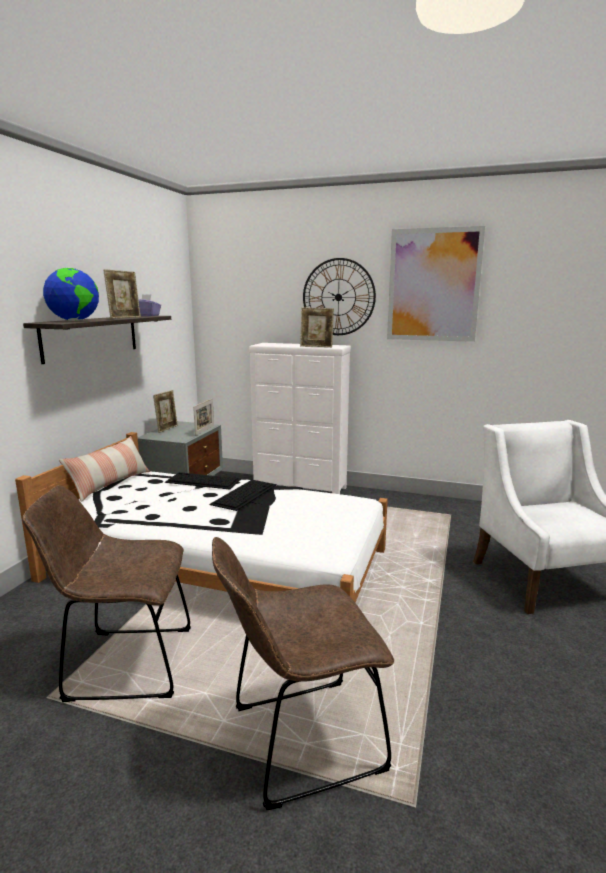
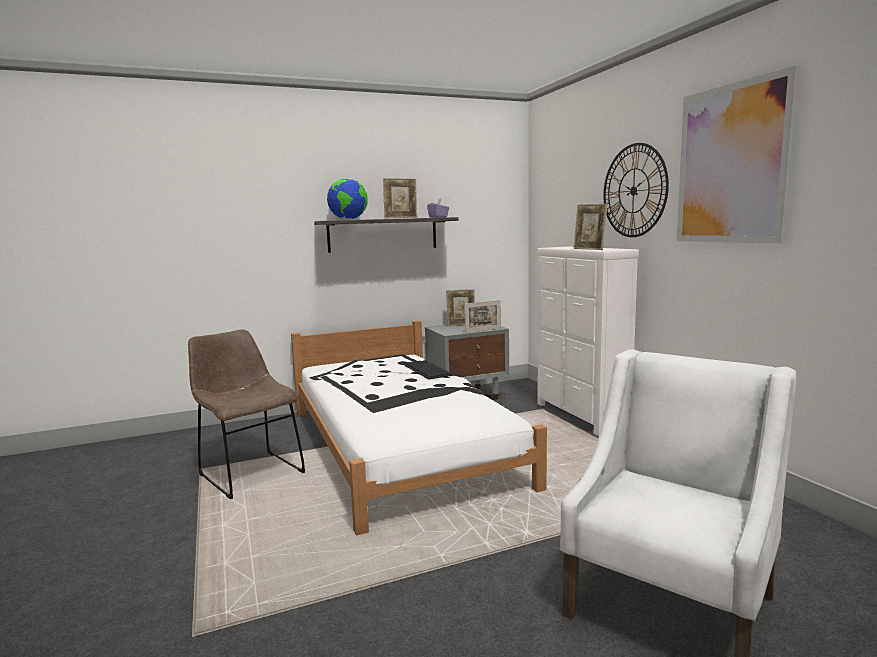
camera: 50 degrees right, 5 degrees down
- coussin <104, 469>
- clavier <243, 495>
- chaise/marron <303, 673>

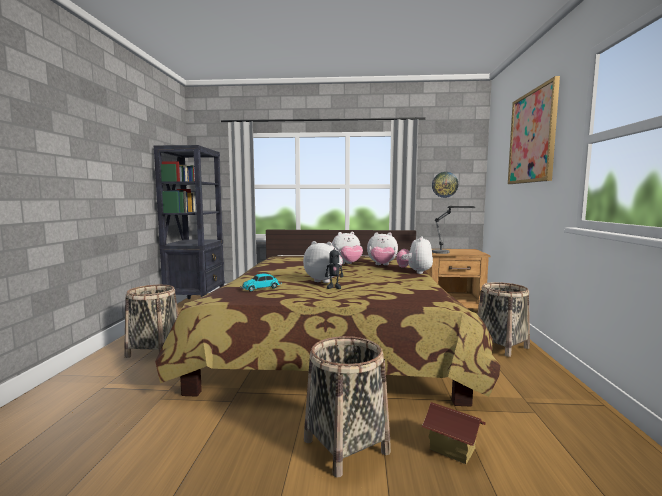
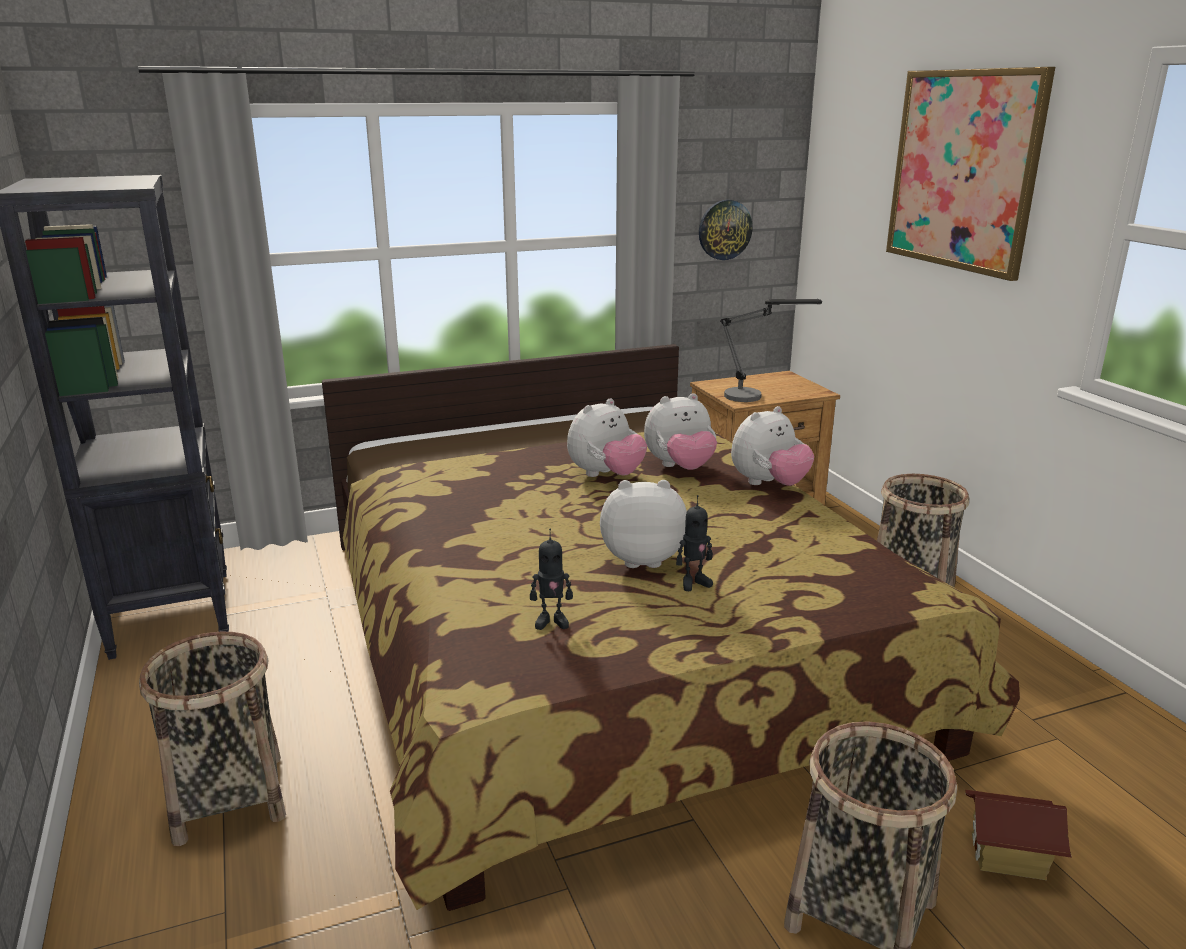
camera: 25 degrees left, 15 degrees up
~ peluche <414, 255> = <772, 446> 120 degrees counterclockwise
~ petite voiture <261, 282> to robot jouet <551, 579>

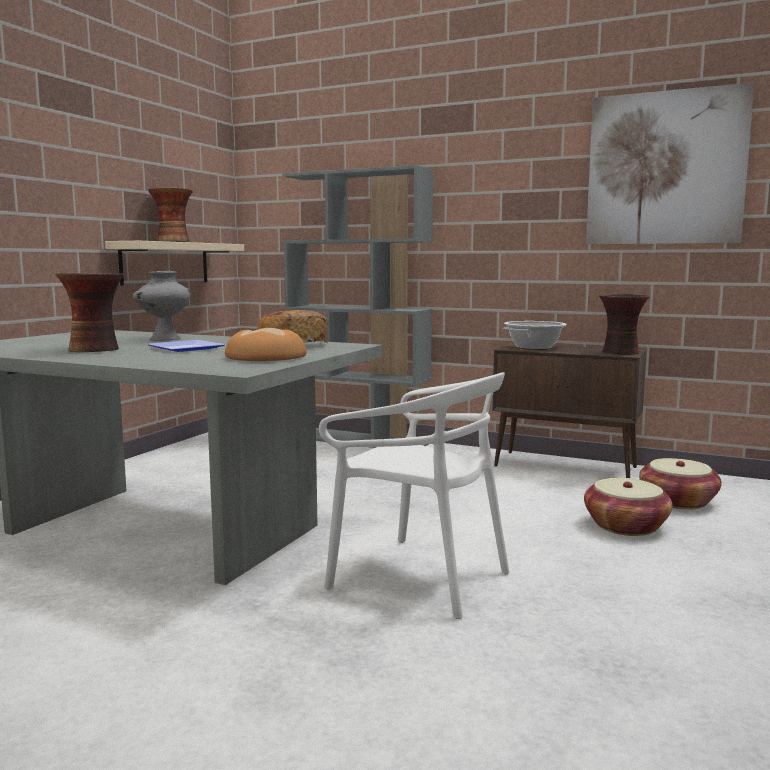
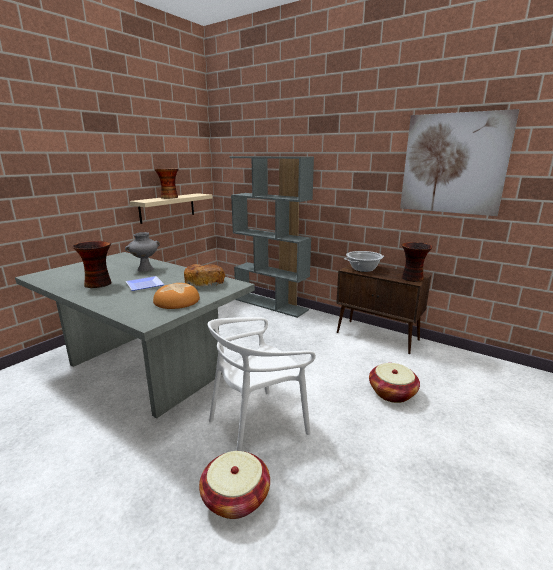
camera: 10 degrees right, 10 degrees up
~ chaise/blanc <414, 495> = <262, 384> 105 degrees clockwise
~ panier <680, 484> to <234, 485>

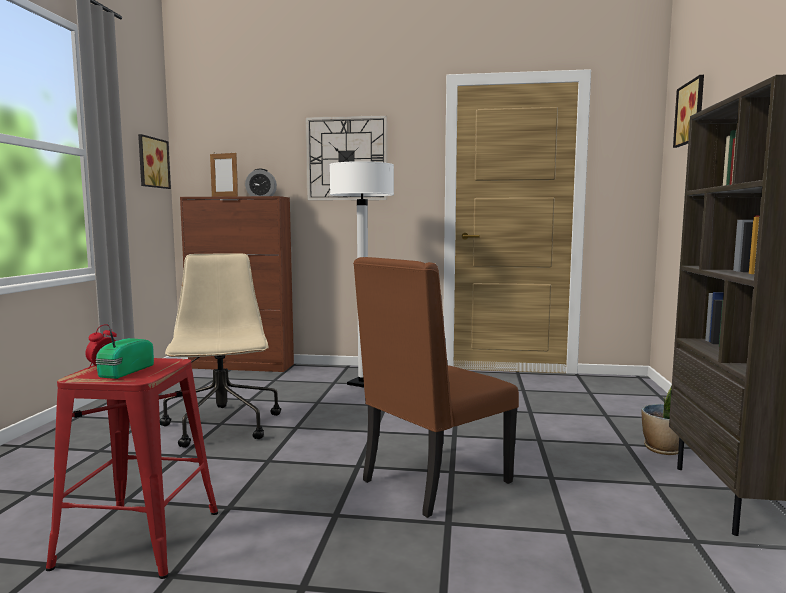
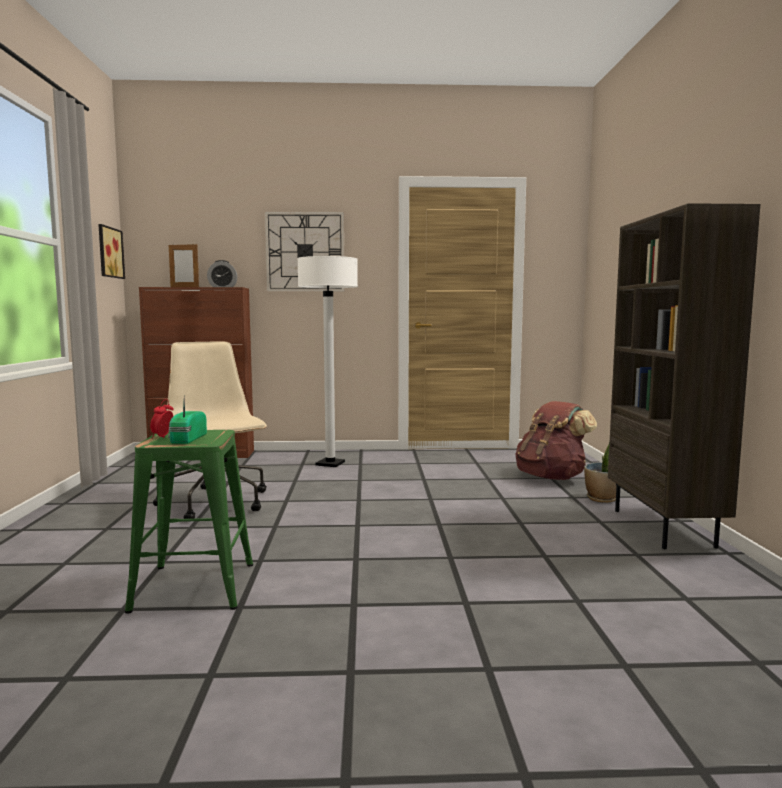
camera: 10 degrees left, 0 degrees up
- tableau <688, 111>
- chaise/marron <436, 387>
~ tabouret/rouge <132, 468> to tabouret/vert <189, 522>
+ sac à dos/marron <556, 440>

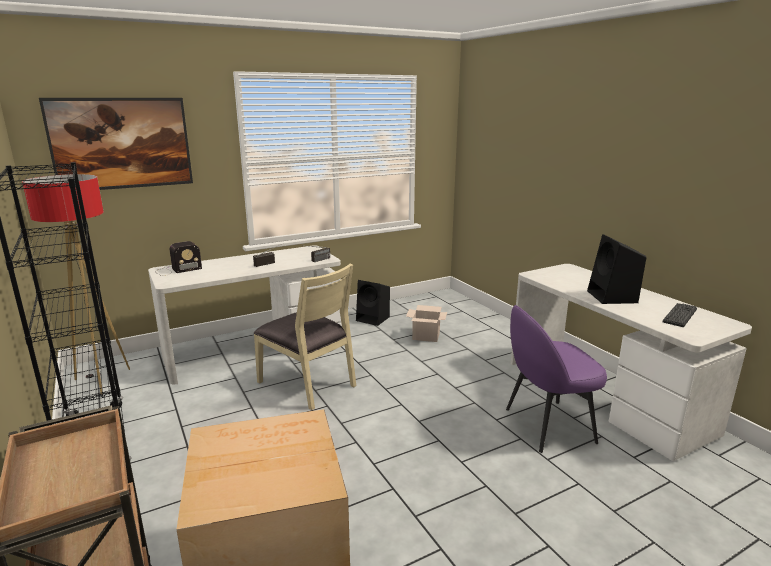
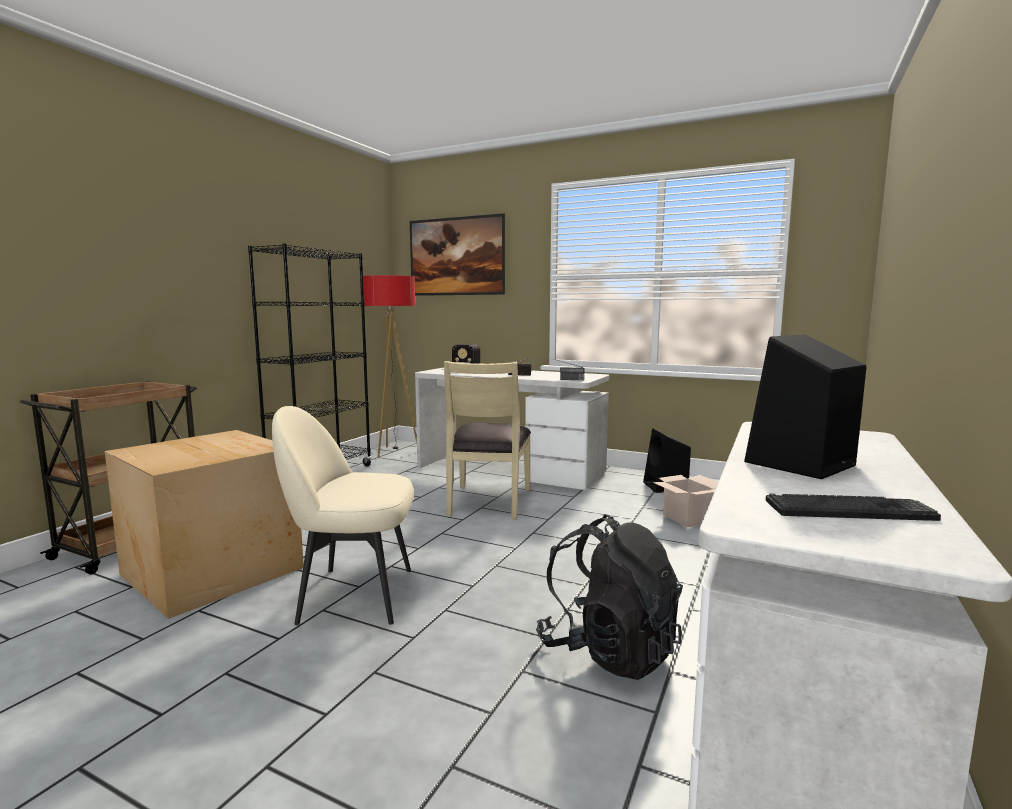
camera: 55 degrees right, 10 degrees down
~ chaise/violet <556, 379> to sac à dos/noir <609, 597>
+ chaise/beige <343, 515>

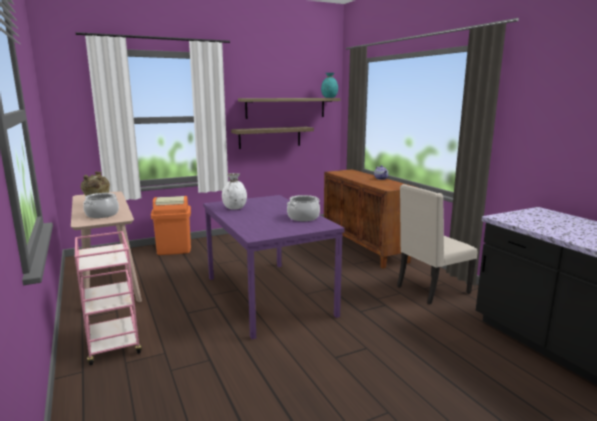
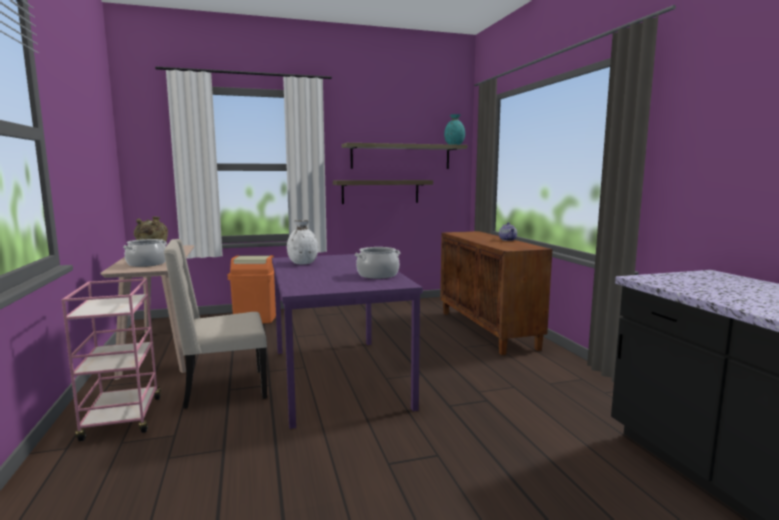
camera: 10 degrees right, 5 degrees down
~ chaise/beige <437, 244> to <215, 324>

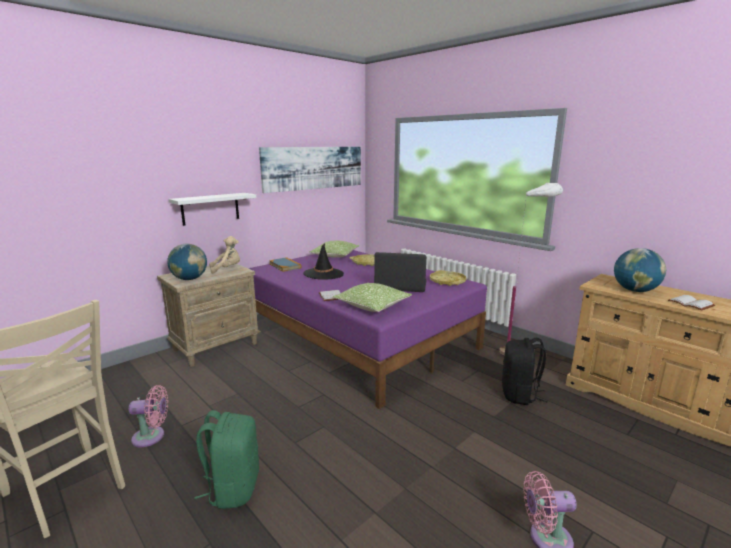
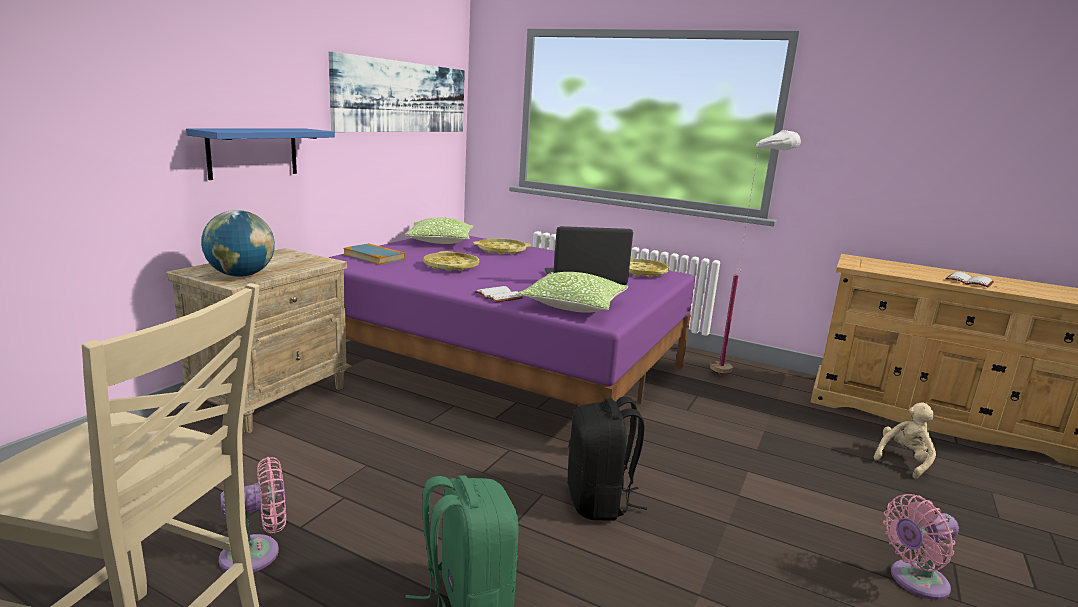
camera: 20 degrees left, 0 degrees up
~ étagère/blanc <212, 209> to étagère/bleu <260, 154>
~ peluche/beige <224, 255> to <905, 440>
~ chapeau/noir <323, 261> to plateau/jaune <451, 261>
- globe <640, 270>
~ sac à dos/noir <525, 371> to <607, 458>

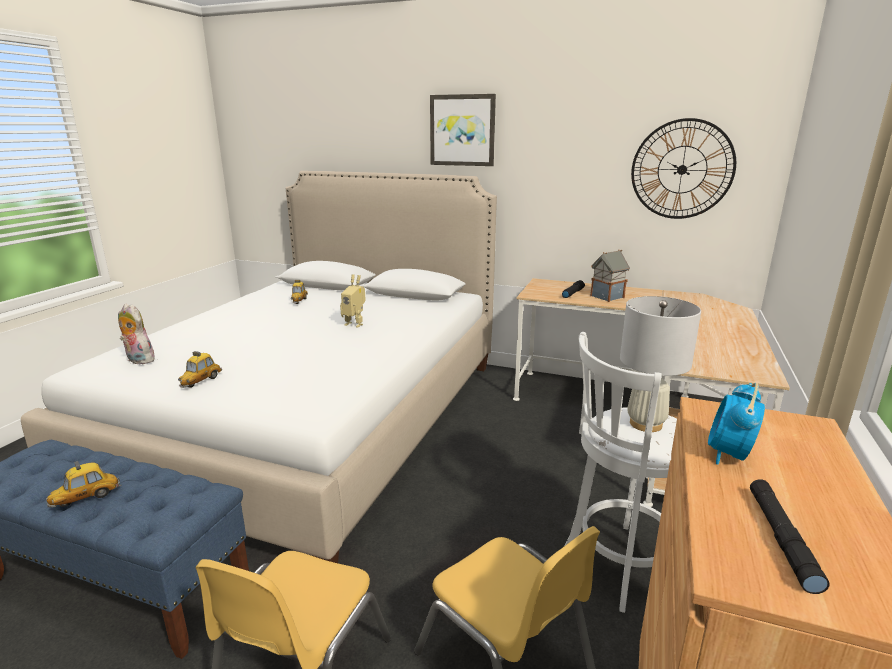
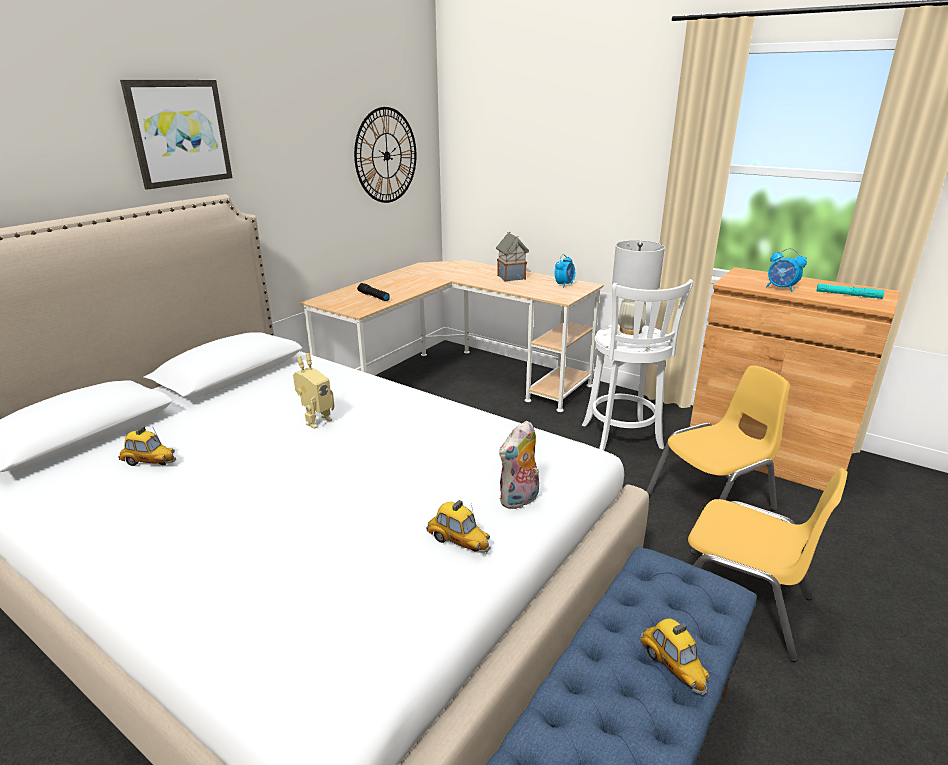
camera: 75 degrees left, 5 degrees up
~ maison miniature <610, 276> to <512, 257>
~ peluche <137, 333> to <519, 465>
~ lampe de poche/noir <790, 536> to lampe de poche/turquoise <850, 291>
+ réveil <565, 271>

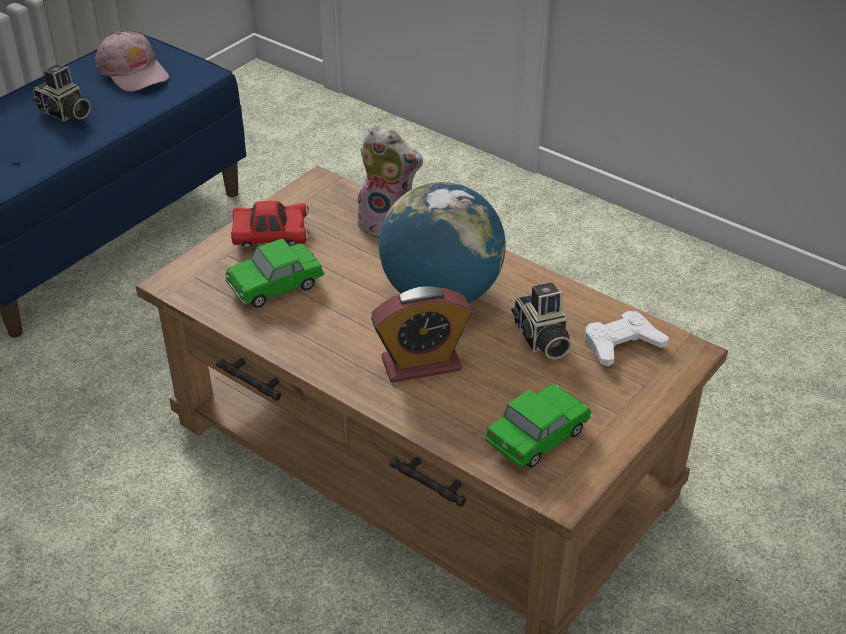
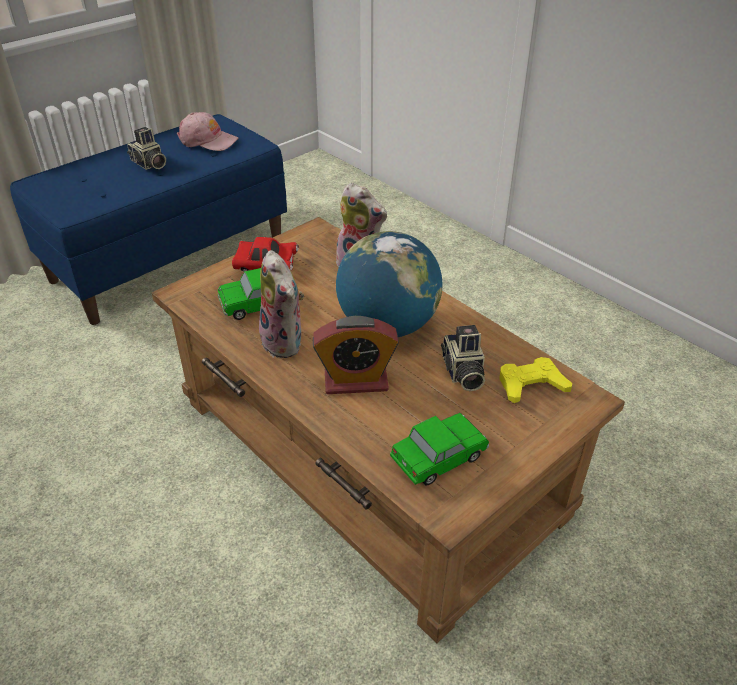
camera: 10 degrees right, 0 degrees up
~ casquette/rose <132, 62> = <207, 131> 45 degrees counterclockwise
~ manette/blanc <627, 339> to manette/jaune <535, 380>
+ peluche <281, 304>

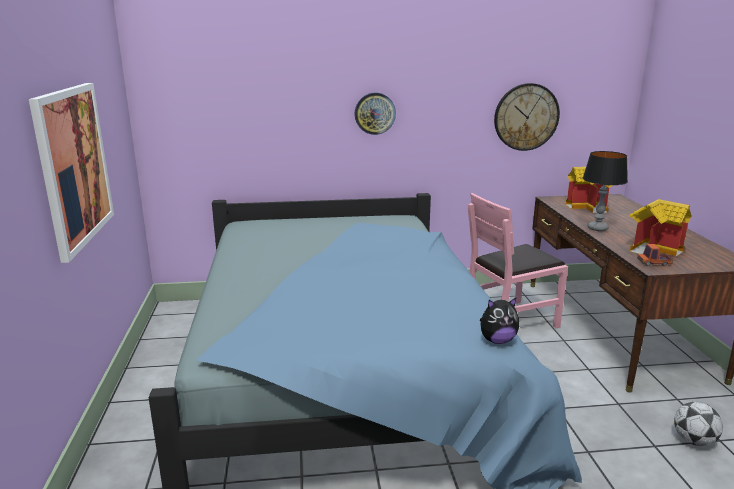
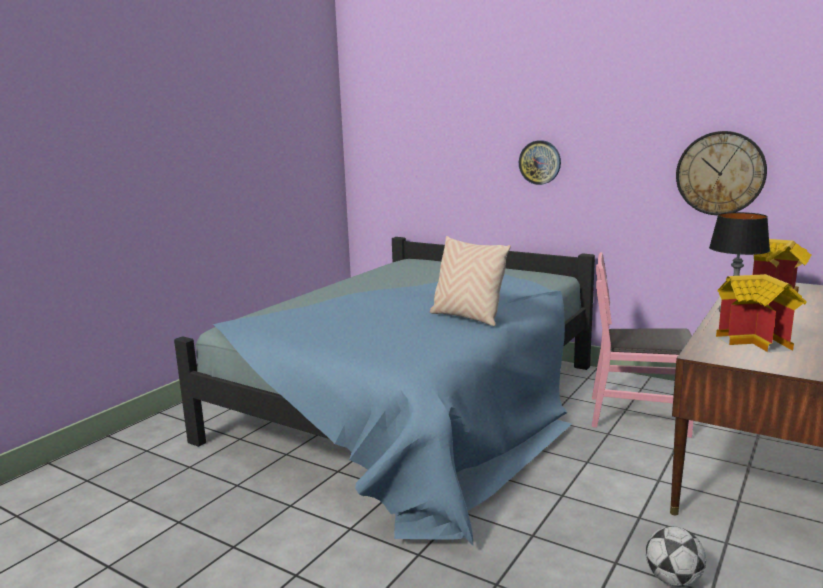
camera: 40 degrees right, 5 degrees down
- tableau <71, 173>
- camion jouet <655, 255>
- peluche <499, 320>
+ coussin/beige <470, 281>

